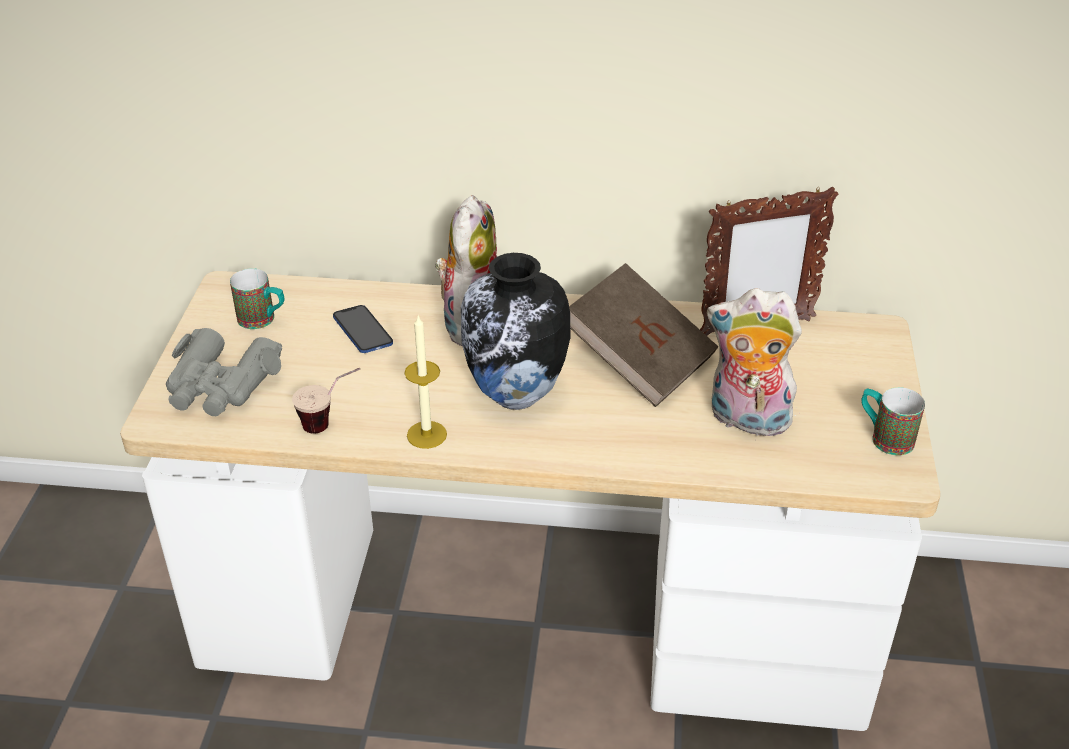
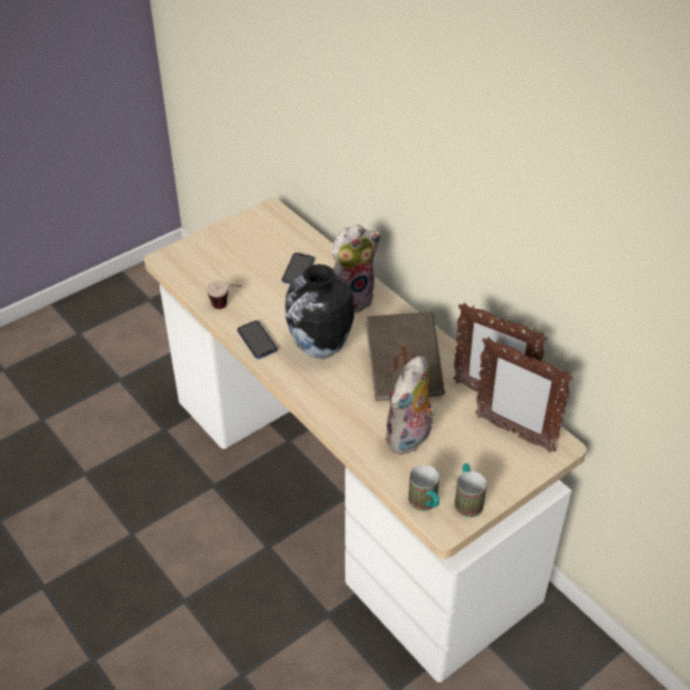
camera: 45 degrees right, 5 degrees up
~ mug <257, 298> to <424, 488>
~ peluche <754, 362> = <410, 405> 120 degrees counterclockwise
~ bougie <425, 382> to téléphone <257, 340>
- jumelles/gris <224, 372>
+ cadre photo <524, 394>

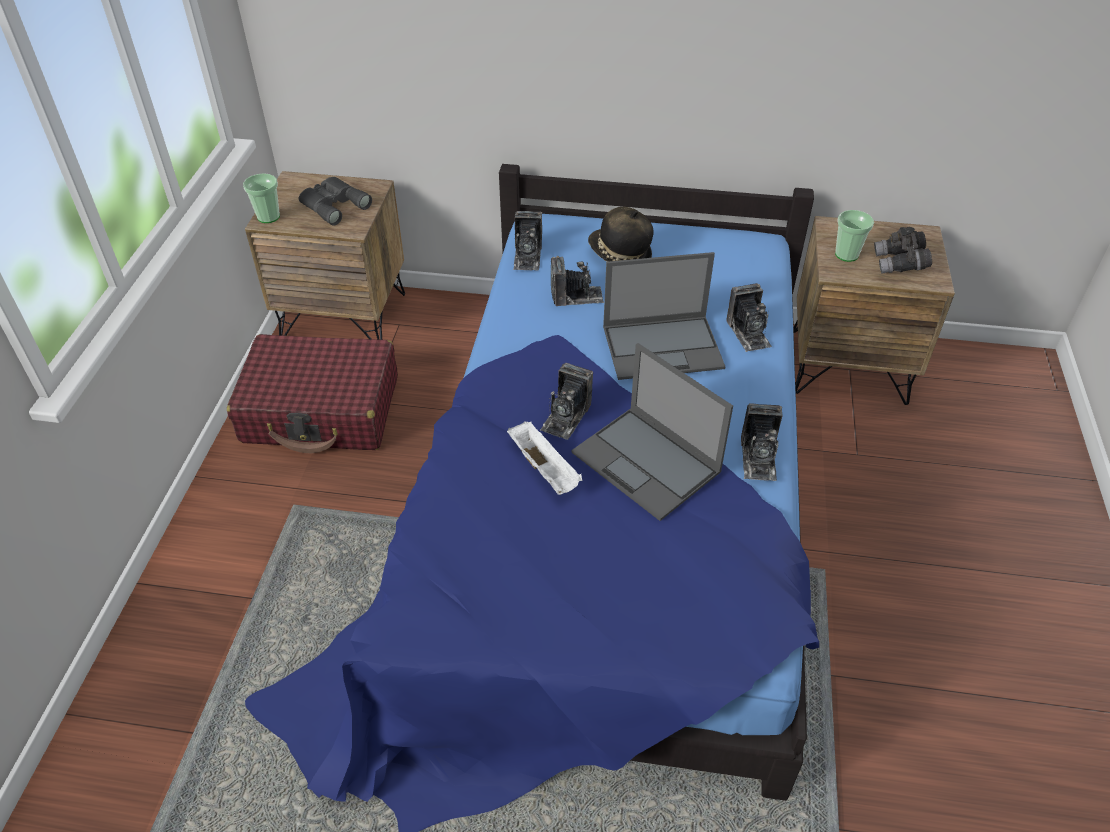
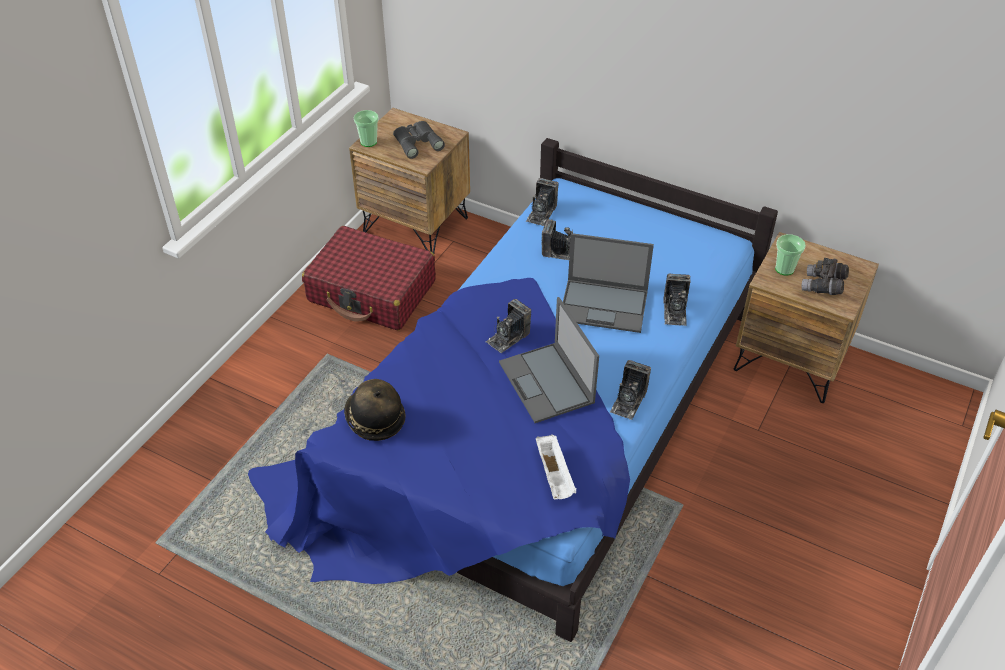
camera: 20 degrees right, 0 degrees up
~ chapeau <621, 234> to <375, 410>
~ plateau/blanc <545, 458> to <556, 467>

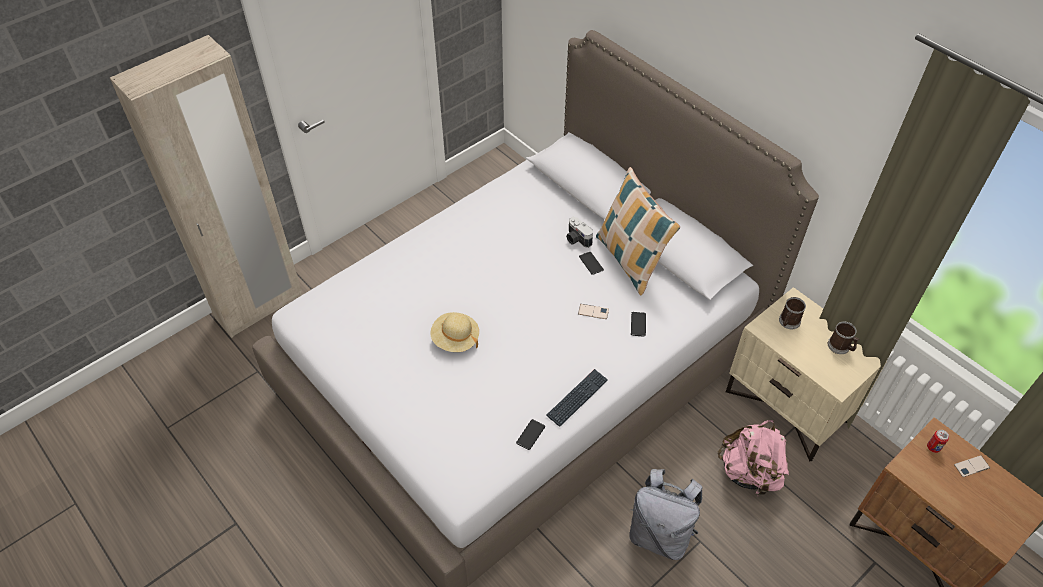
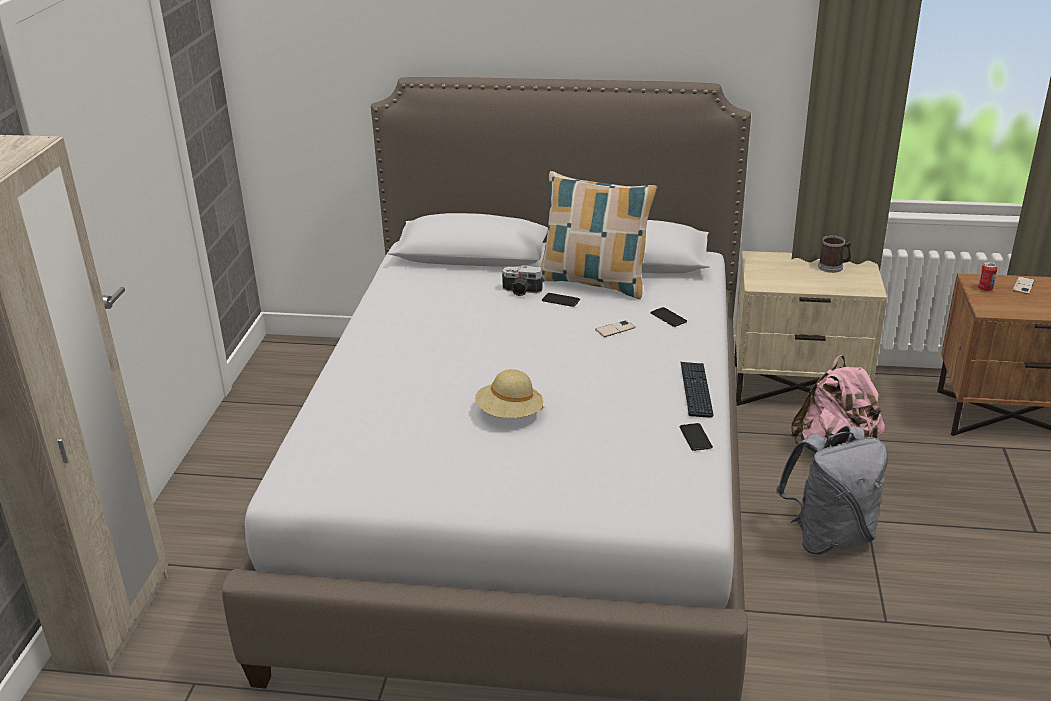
camera: 40 degrees left, 20 degrees down
- mug <792, 313>

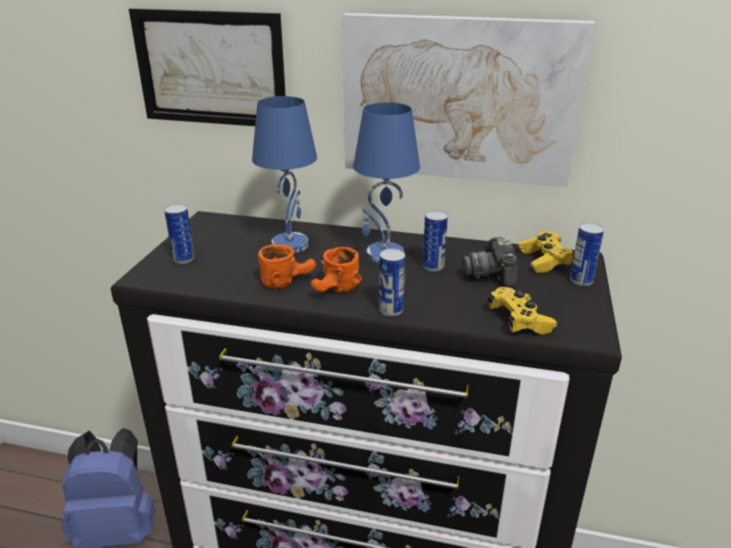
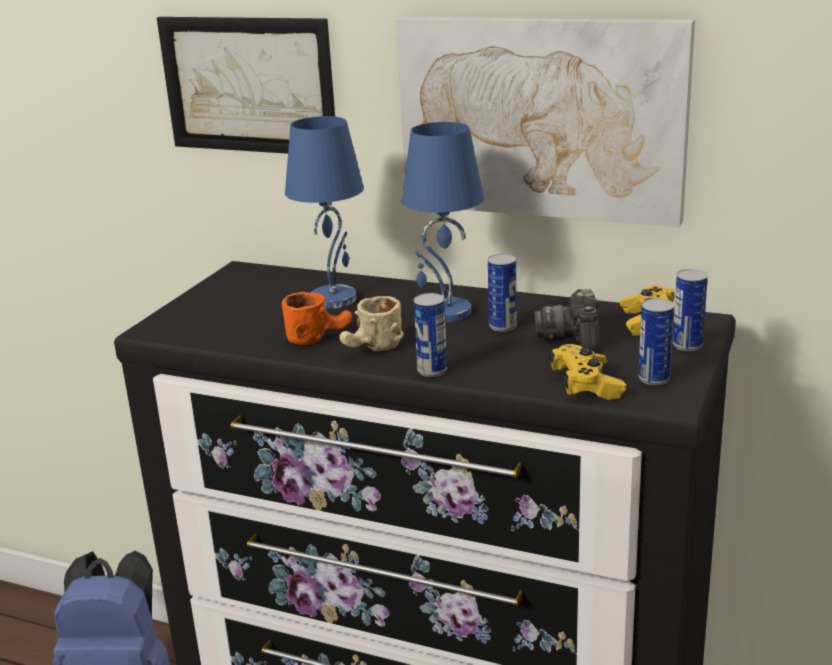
camera: 10 degrees right, 5 degrees down
~ boîte métallique <179, 234> to <656, 342>
~ mug/orange <336, 270> to mug/beige <371, 323>

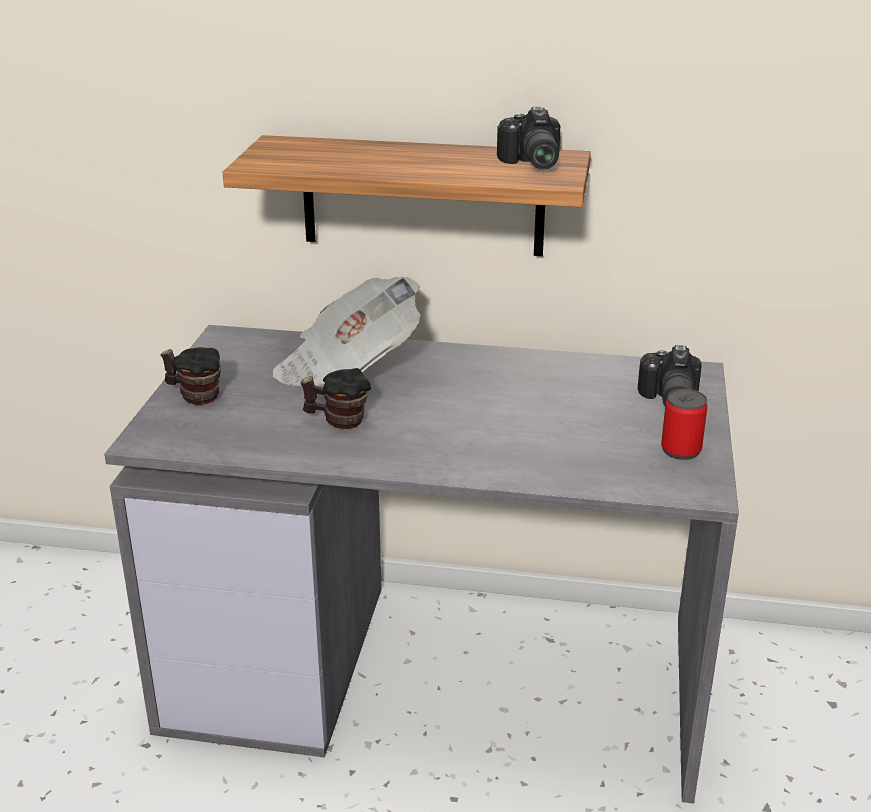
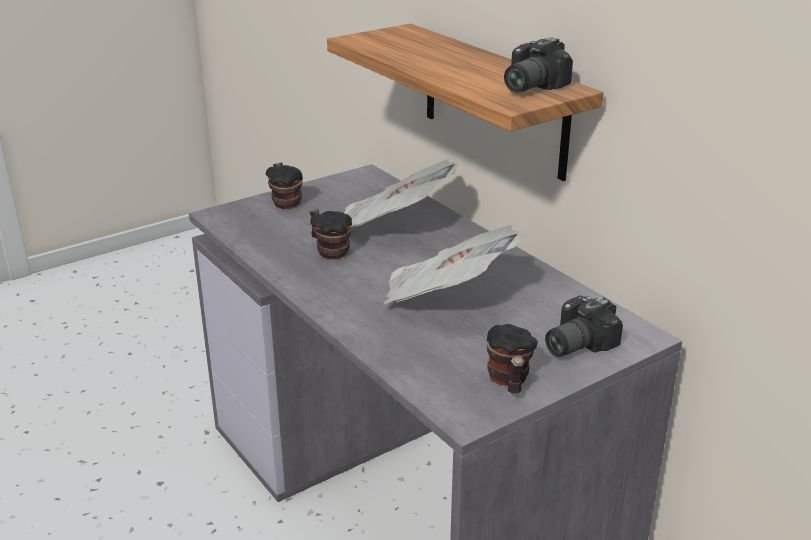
camera: 45 degrees right, 0 degrees up
~ boîte métallique <684, 424> to mug <512, 358>
+ journal <452, 265>

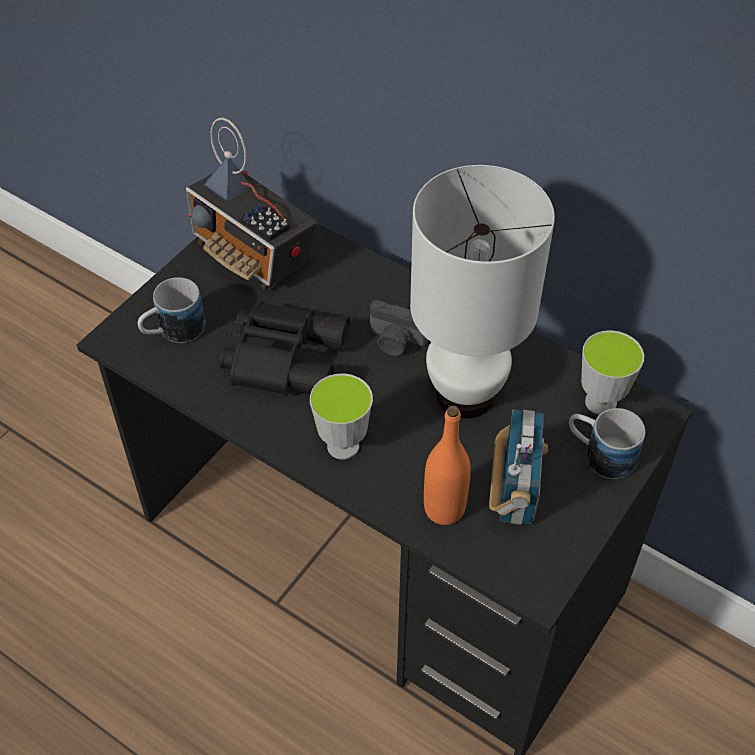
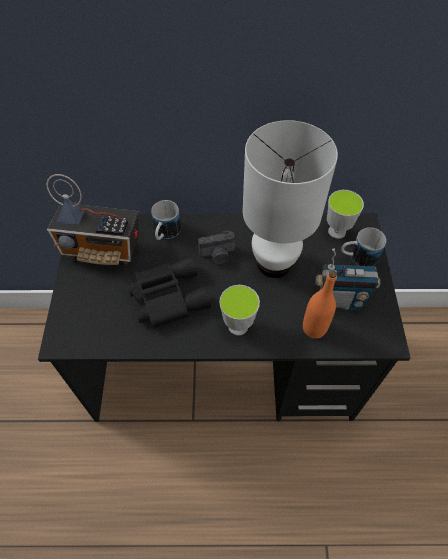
camera: 35 degrees left, 5 degrees up
~ mug <171, 310> to <166, 220>
~ radio <518, 467> = <347, 279> 120 degrees clockwise

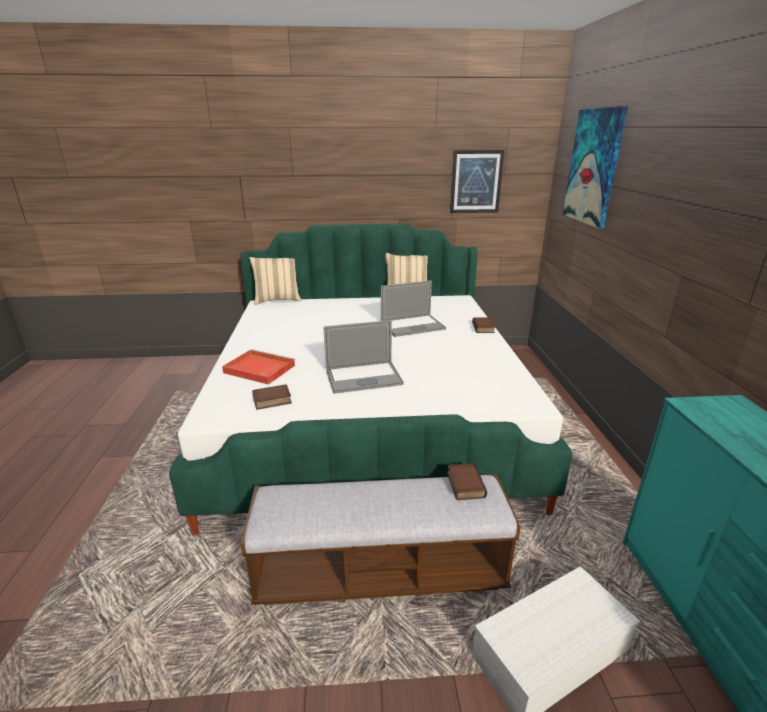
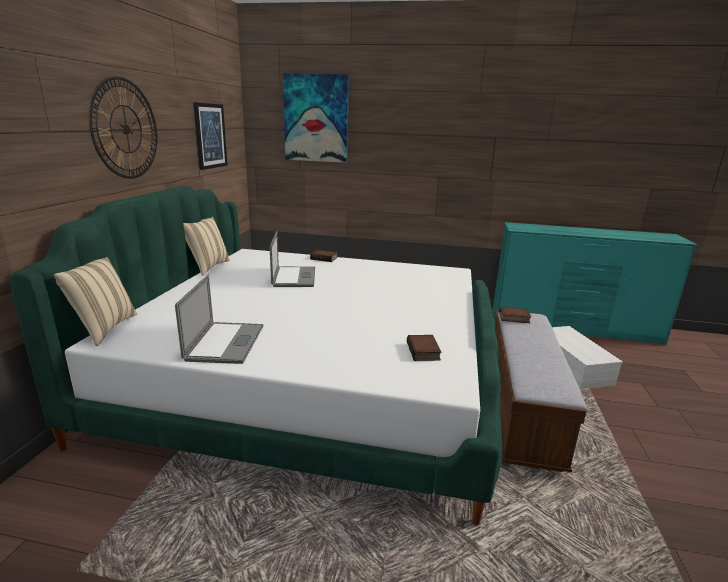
camera: 75 degrees left, 5 degrees down
~ ordinateur portable <364, 357> to <219, 319>
- plateau/rouge <258, 367>
+ horloge murale <123, 127>

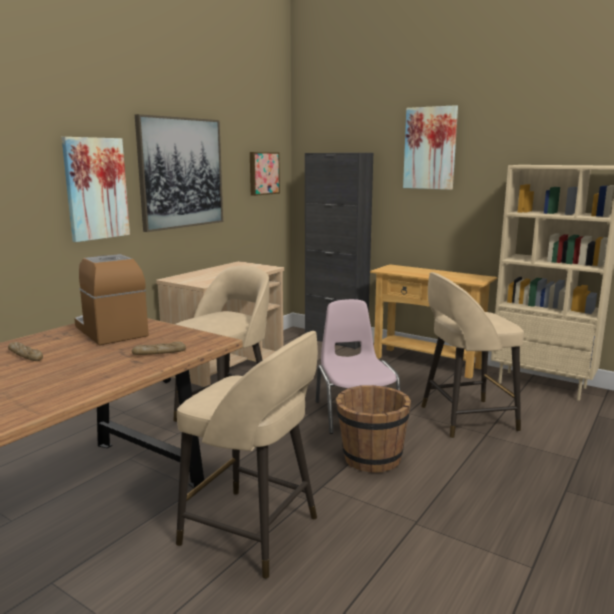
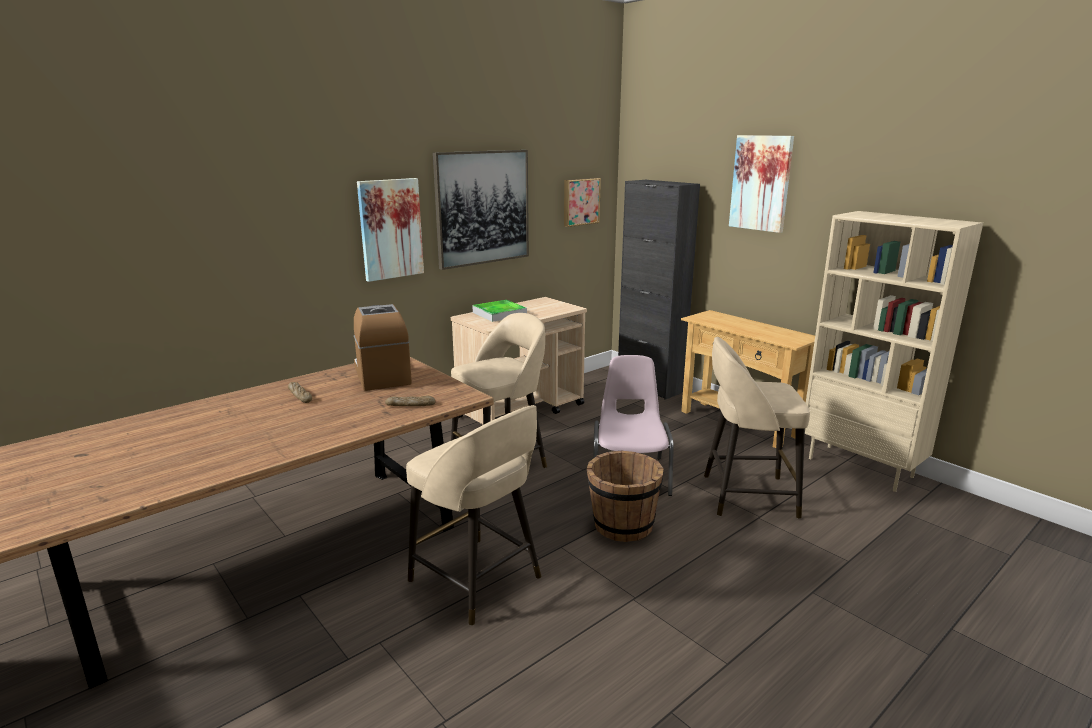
camera: 15 degrees right, 5 degrees up
+ plateau <499, 311>

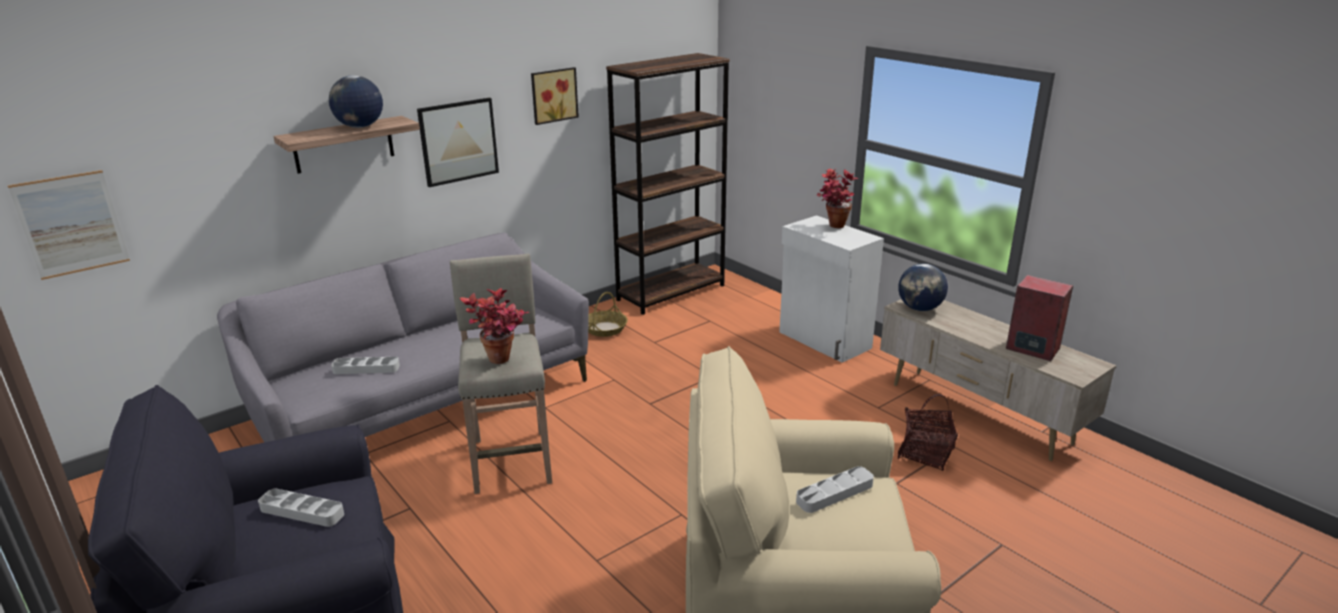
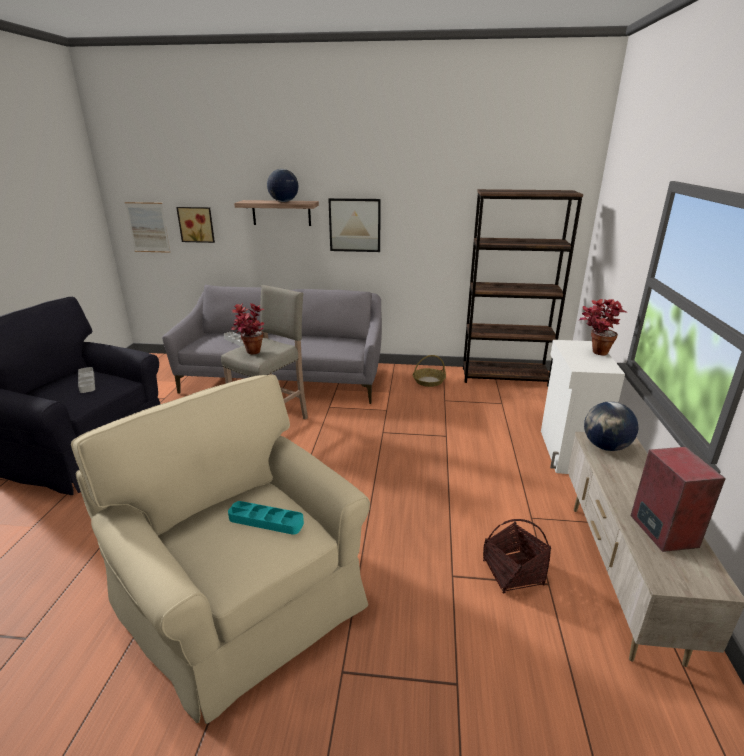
camera: 45 degrees right, 0 degrees up
~ tableau <555, 96> to <195, 225>
~ plateau/gris <835, 489> to plateau/turquoise <266, 518>

